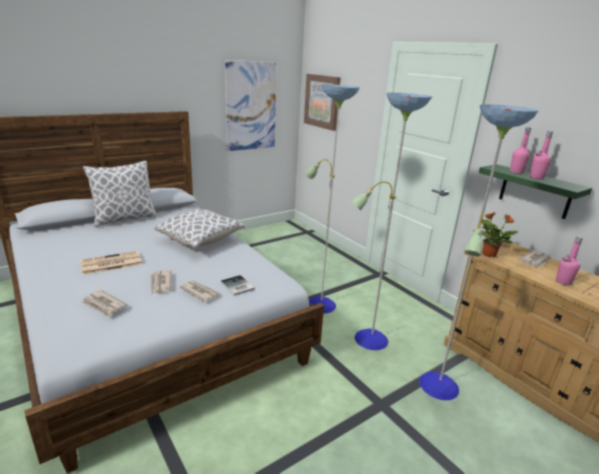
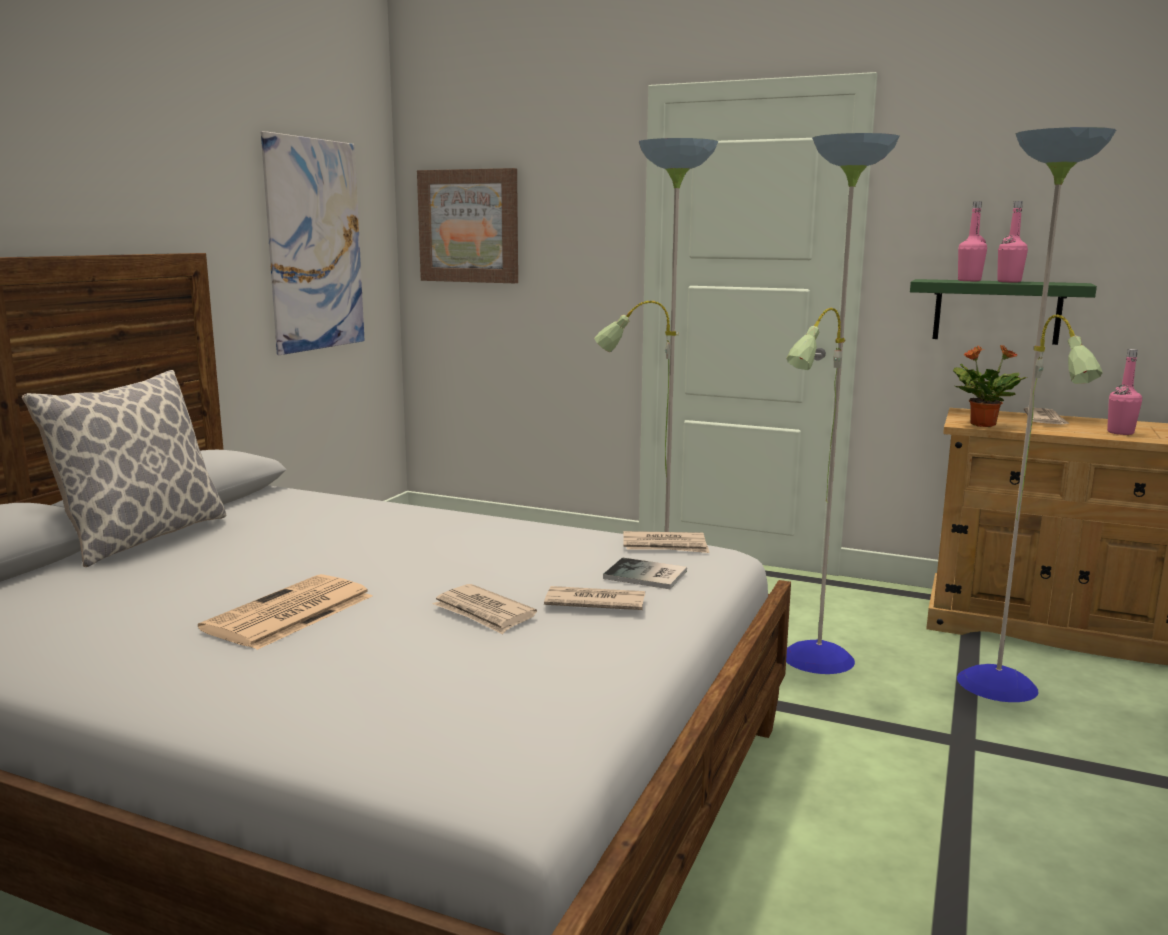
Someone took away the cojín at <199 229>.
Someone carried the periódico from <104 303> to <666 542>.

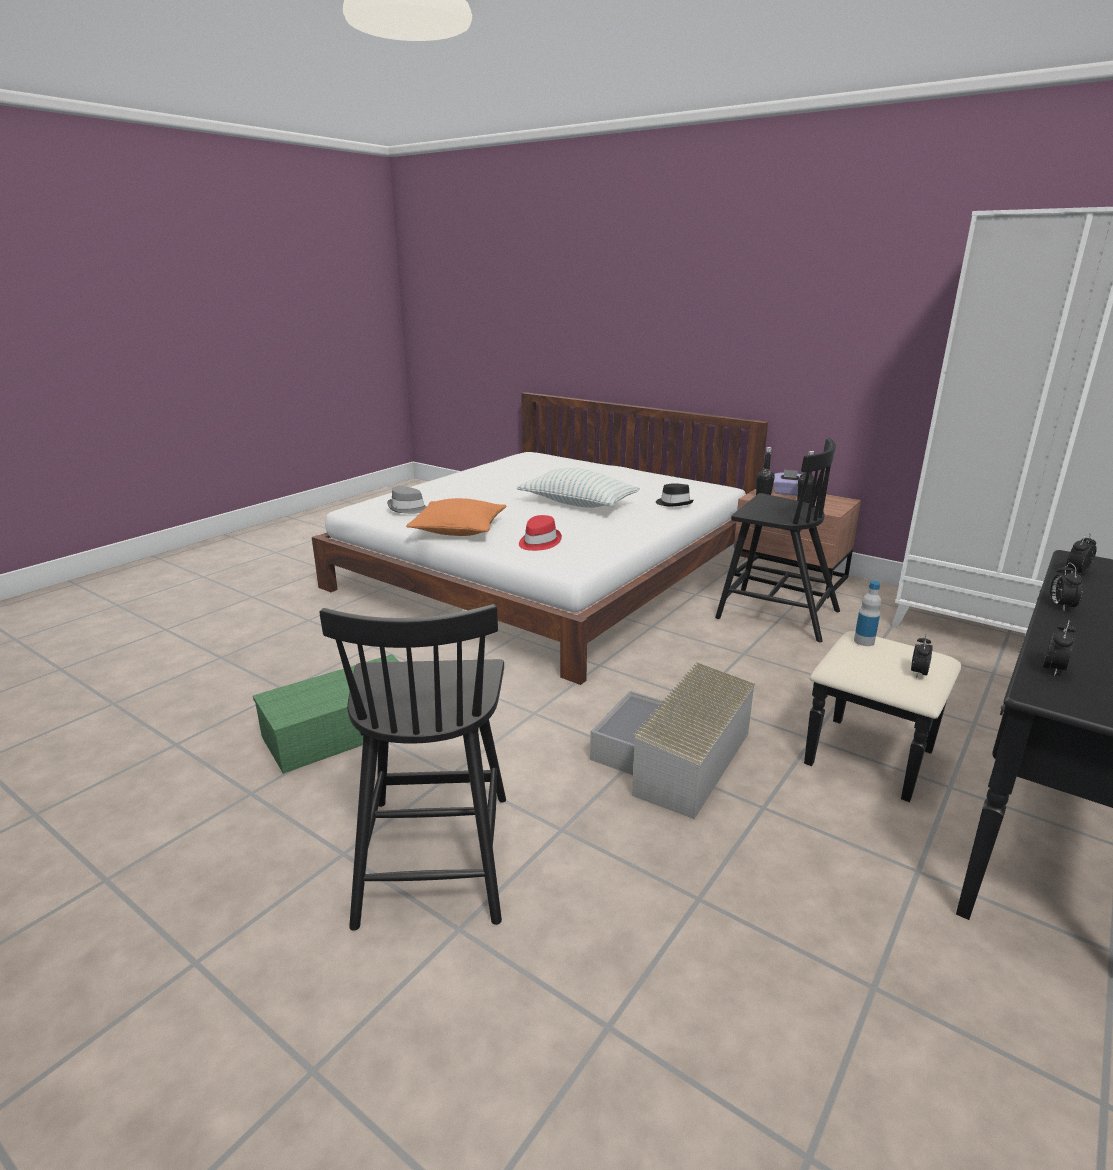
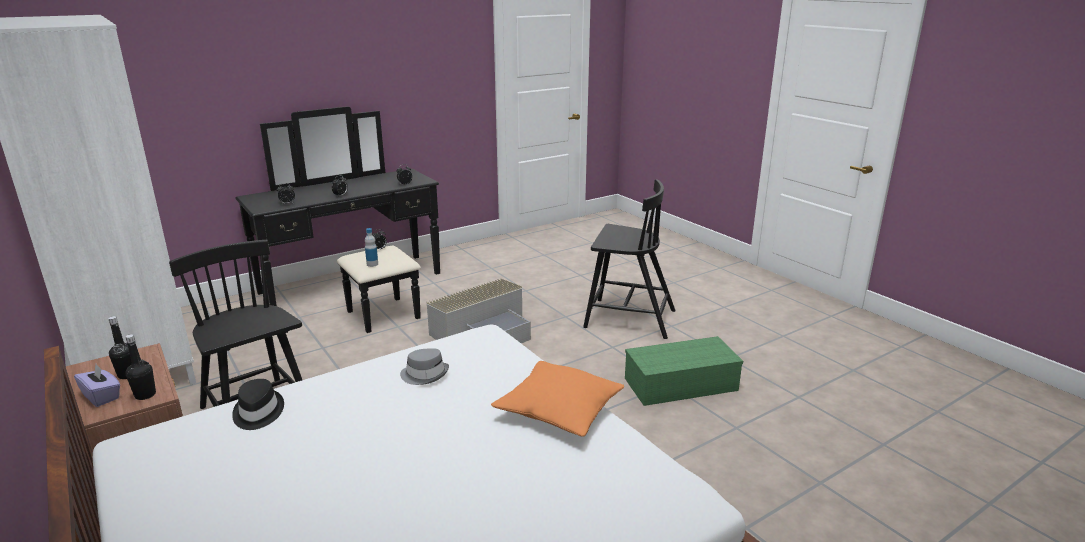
Someone took away the cojín at <578 488>.
Someone carried the sombrero (gris) from <407 500> to <424 366>.
Someone took away the sombrero (rojo) at <540 533>.
Someone rotated the silla (negro) at <413 767> by 90 degrees clockwise.

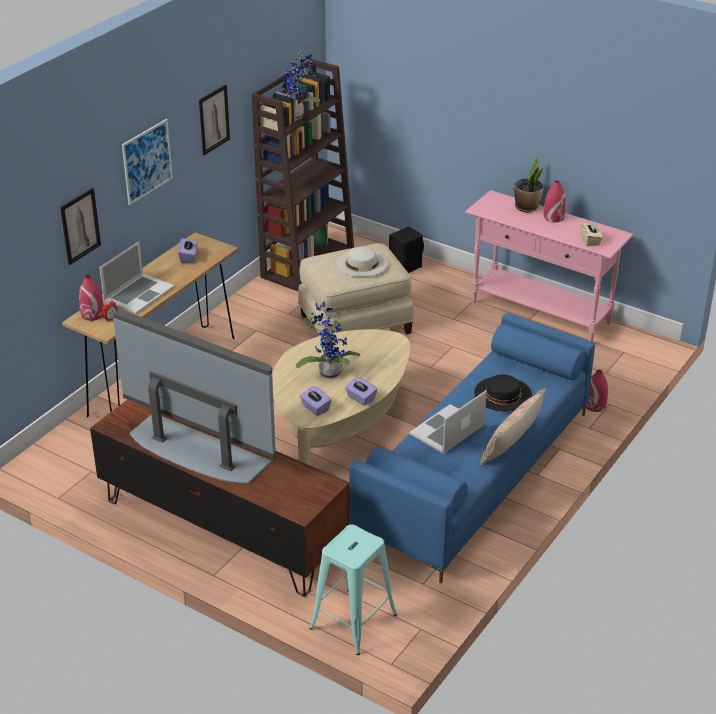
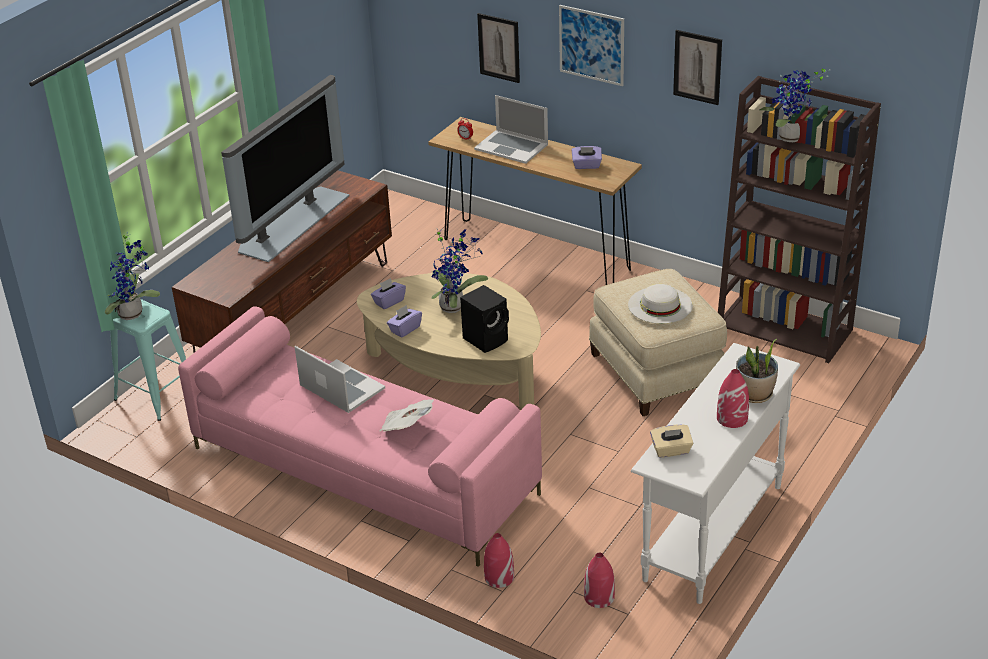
Someone repainted the mesa consola (rosa) at <549 266>, which became the mesa consola (blanco) at <715 473>.
Someone carried the altavoz (negro) from <406 250> to <484 319>.
Someone carried the florero (rojo) from <91 298> to <599 580>.
Someone repainted the sofá (azul) at <472 448>, which became the sofá (rosa) at <360 436>.
Someone swapped the sombrero (negro) at <503 393> for the periódico at <406 415>.
Someone took away the cojín at <513 427>.
Someone put down the planta en maceta at <132 276>.

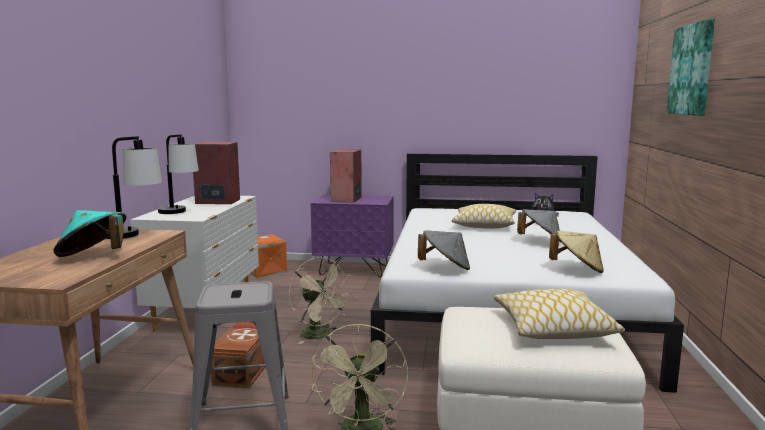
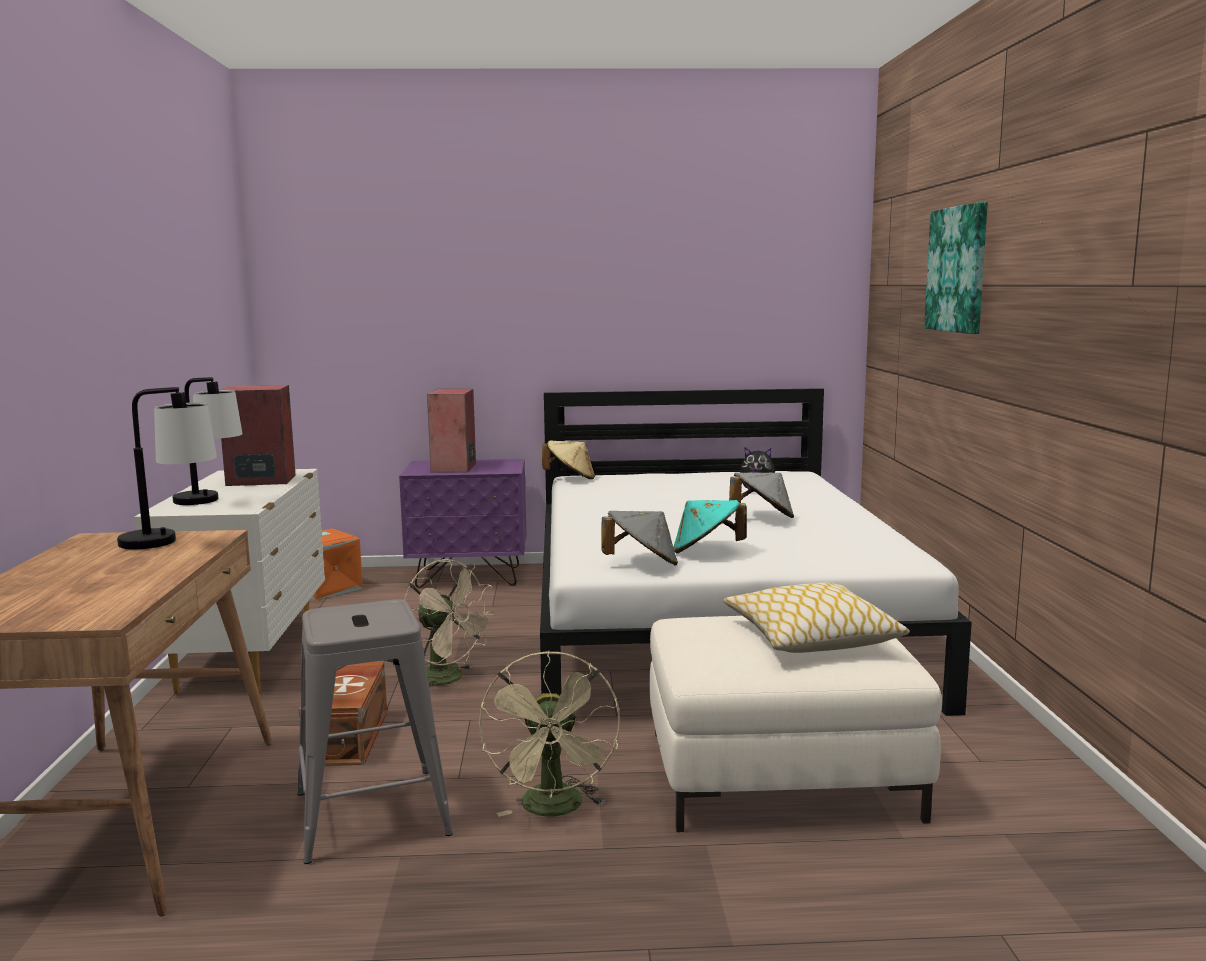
Someone took away the cojín at <484 216>.
Someone carried the sombrero (turquesa) from <90 233> to <710 526>.
Someone carried the sombrero (beis) from <576 252> to <568 460>.

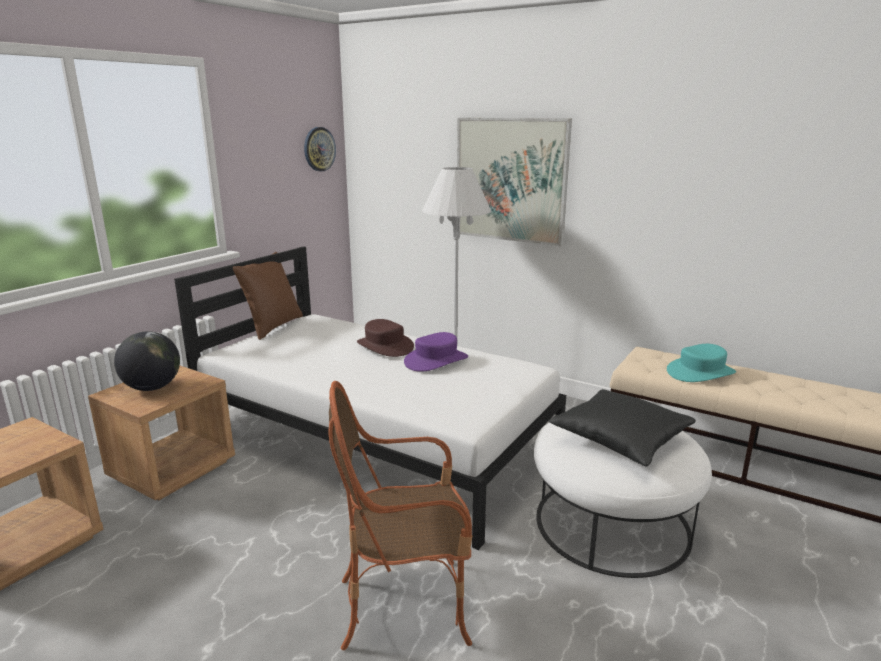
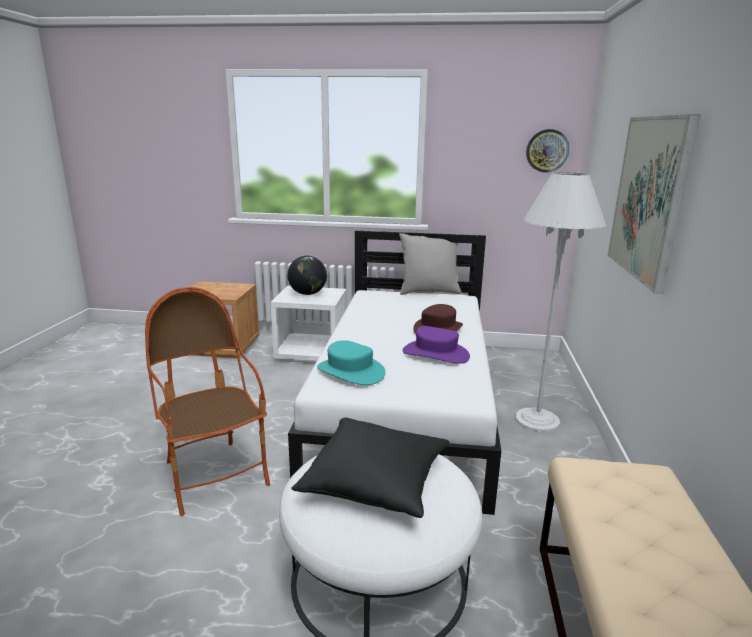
Someone repainted the cojín (marrón) at <267 296>, which became the cojín (gris) at <430 264>.
Someone carried the sombrero (turquesa) from <701 363> to <351 362>.
Someone repainted the mesita de noche (marrón) at <161 433>, which became the mesita de noche (blanco) at <308 324>.

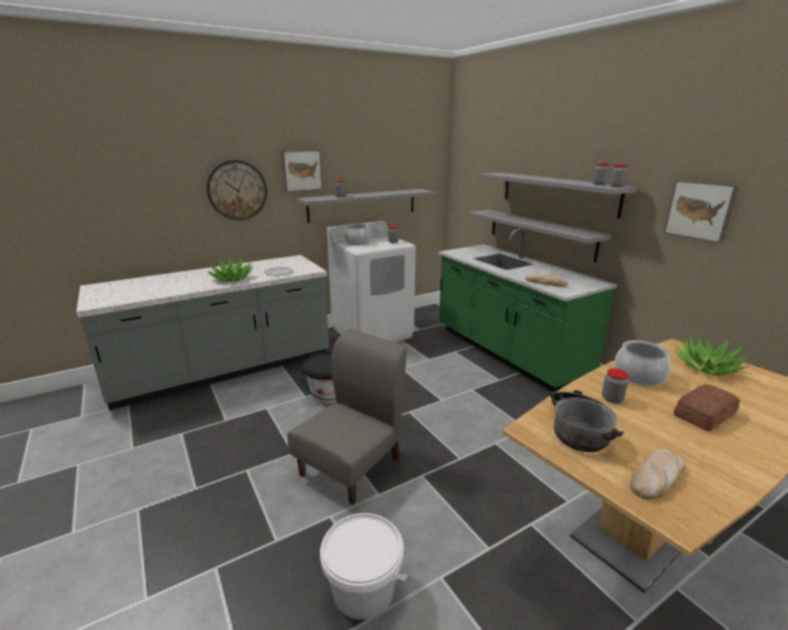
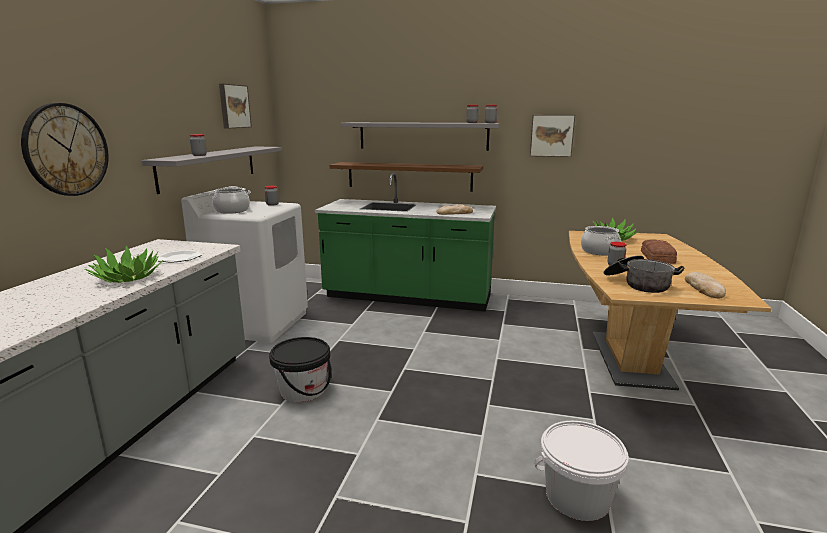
Someone carried the cuadro from <302 171> to <235 106>.
Someone repainted the estante (gris) at <540 236>, which became the estante (marrón) at <406 177>.
Someone took away the silla (gris) at <347 417>.

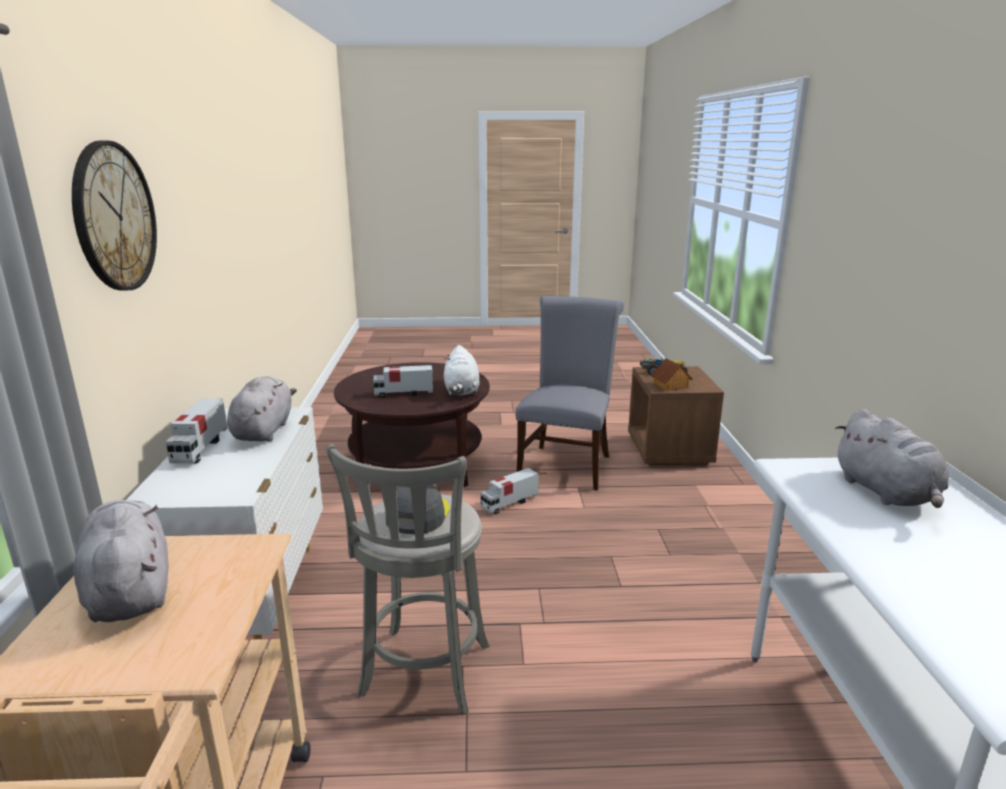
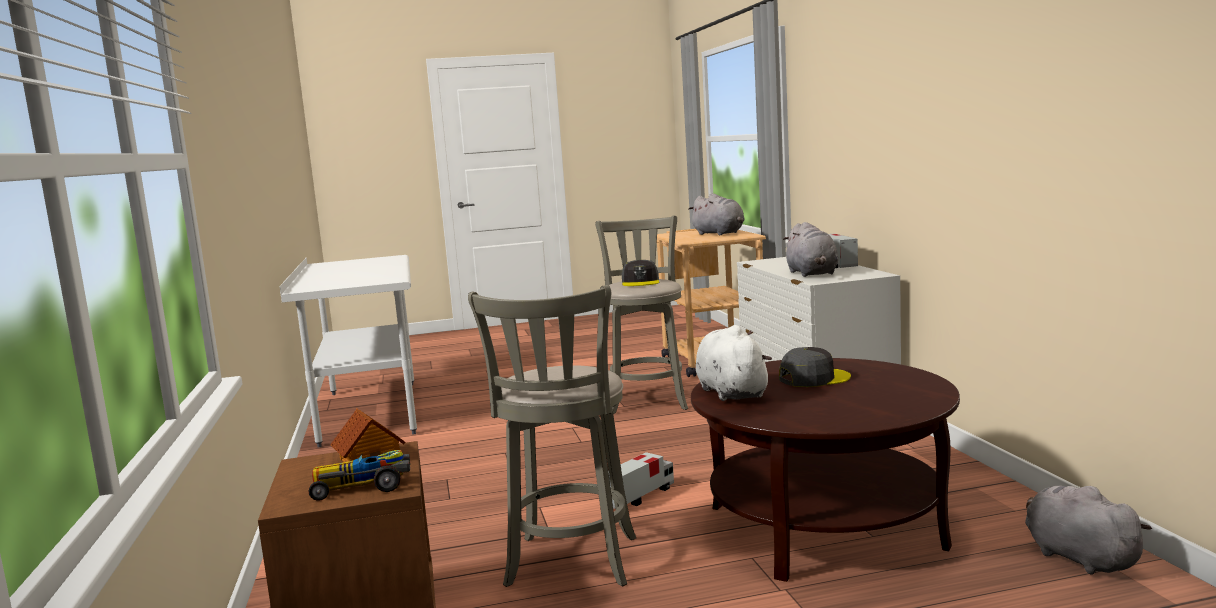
Someone took away the reloj de pared at <114 215>.
Someone swapped the silla (gris) at <569 393> for the taburete (gris) at <552 436>.
Someone swapped the camión de juguete at <402 381> for the gorra (gris) at <815 367>.
Someone carried the peluche (gris) from <892 458> to <1088 530>.

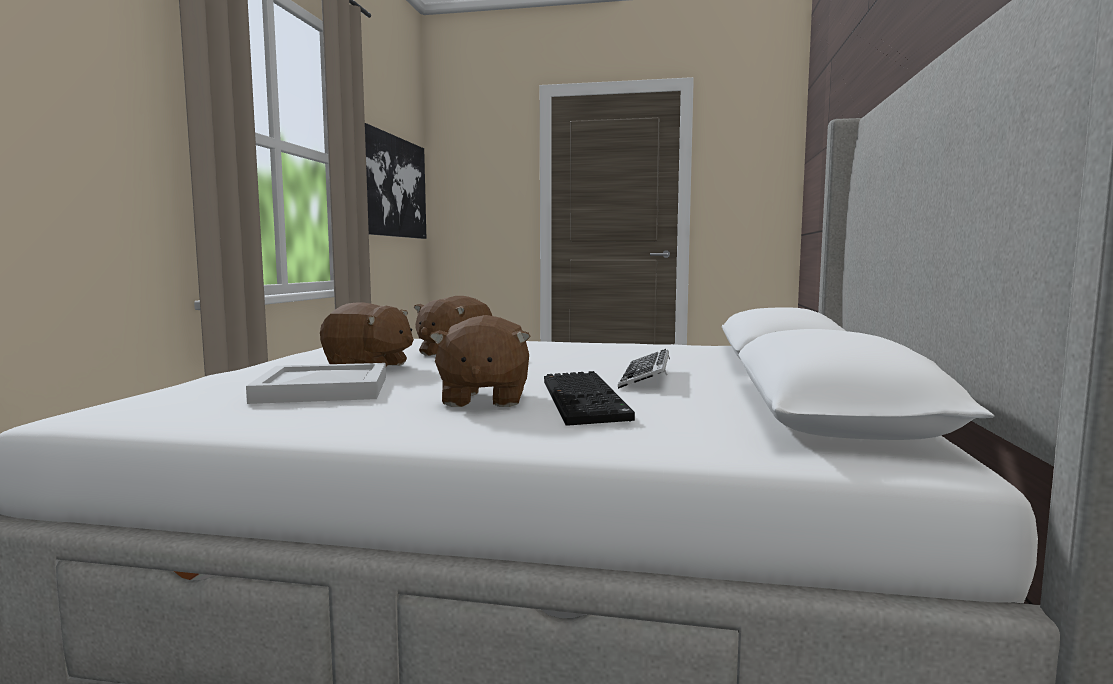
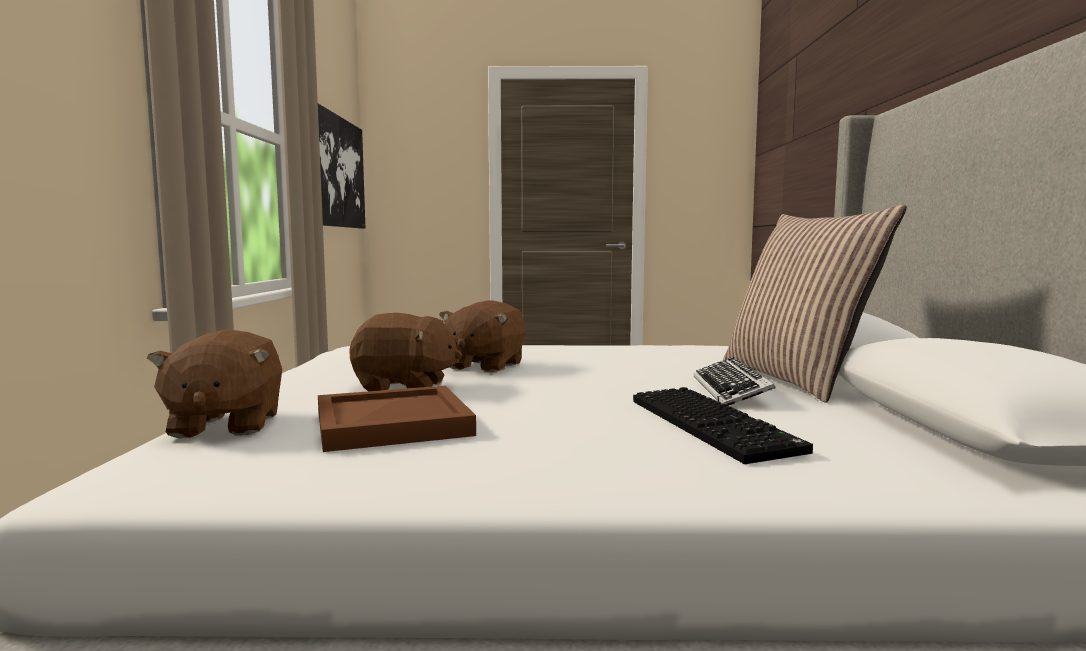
Someone carried the peluche (marrón) from <480 361> to <214 383>.
Someone repainted the bandeja (blanco) at <316 383>, which became the bandeja (marrón) at <397 418>.
Someone put down the cojín at <815 304>.

